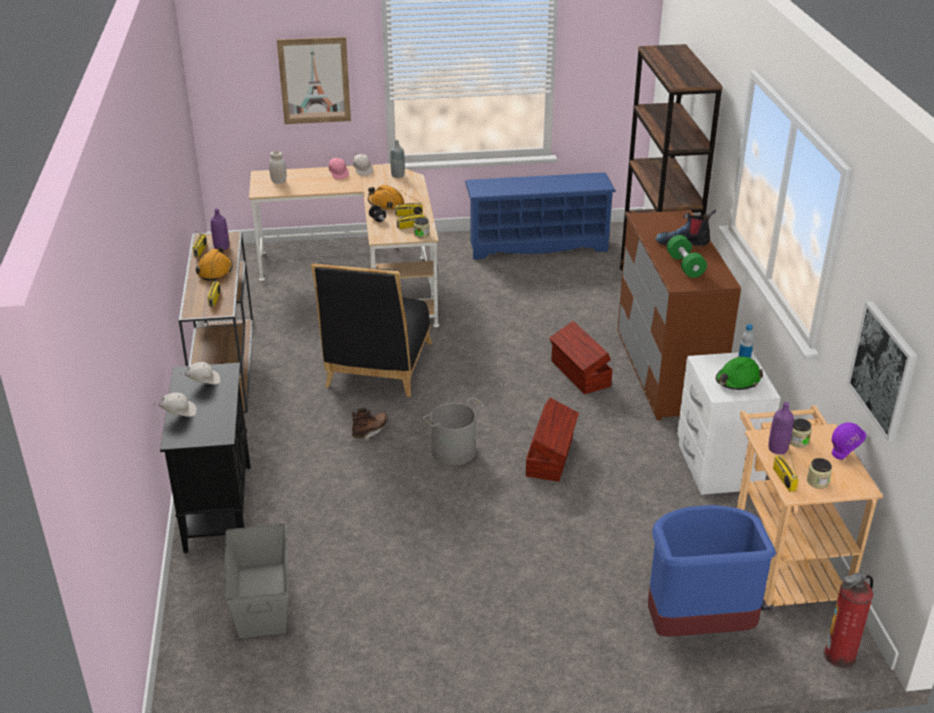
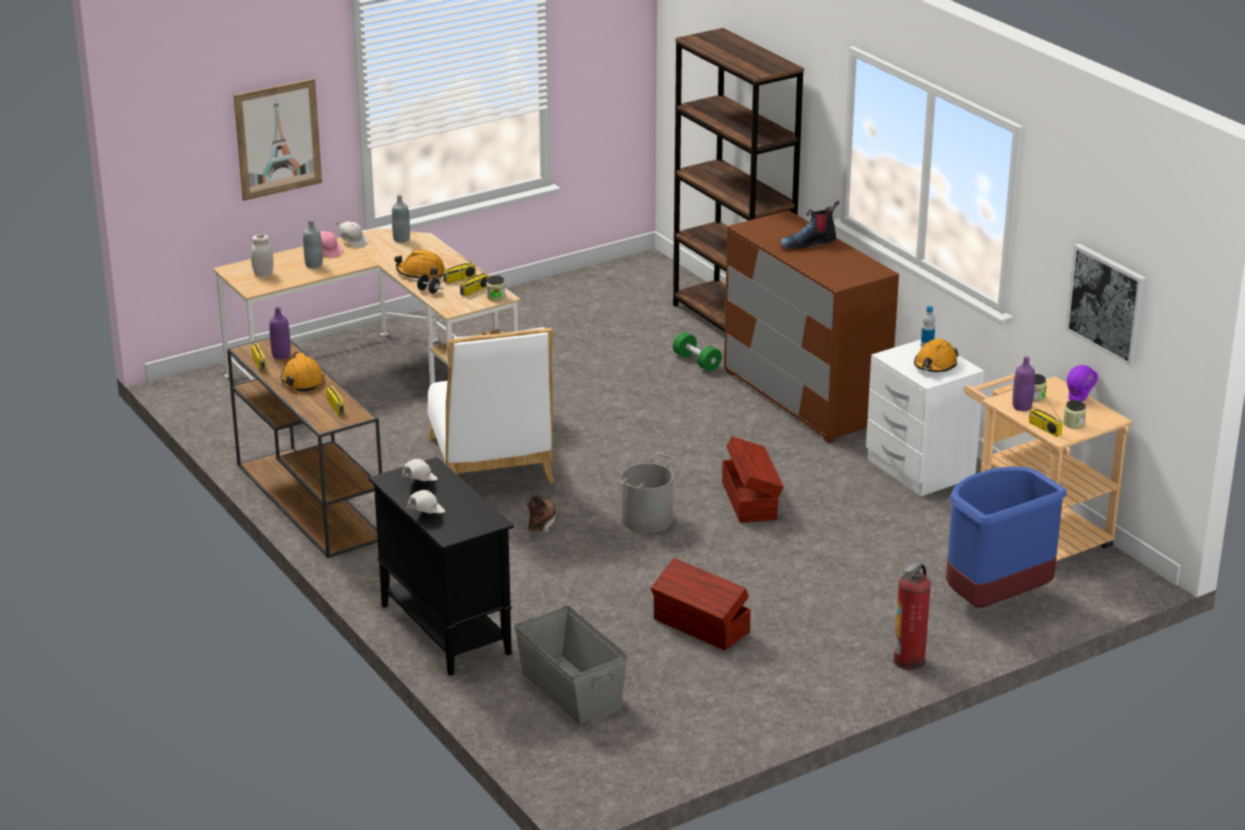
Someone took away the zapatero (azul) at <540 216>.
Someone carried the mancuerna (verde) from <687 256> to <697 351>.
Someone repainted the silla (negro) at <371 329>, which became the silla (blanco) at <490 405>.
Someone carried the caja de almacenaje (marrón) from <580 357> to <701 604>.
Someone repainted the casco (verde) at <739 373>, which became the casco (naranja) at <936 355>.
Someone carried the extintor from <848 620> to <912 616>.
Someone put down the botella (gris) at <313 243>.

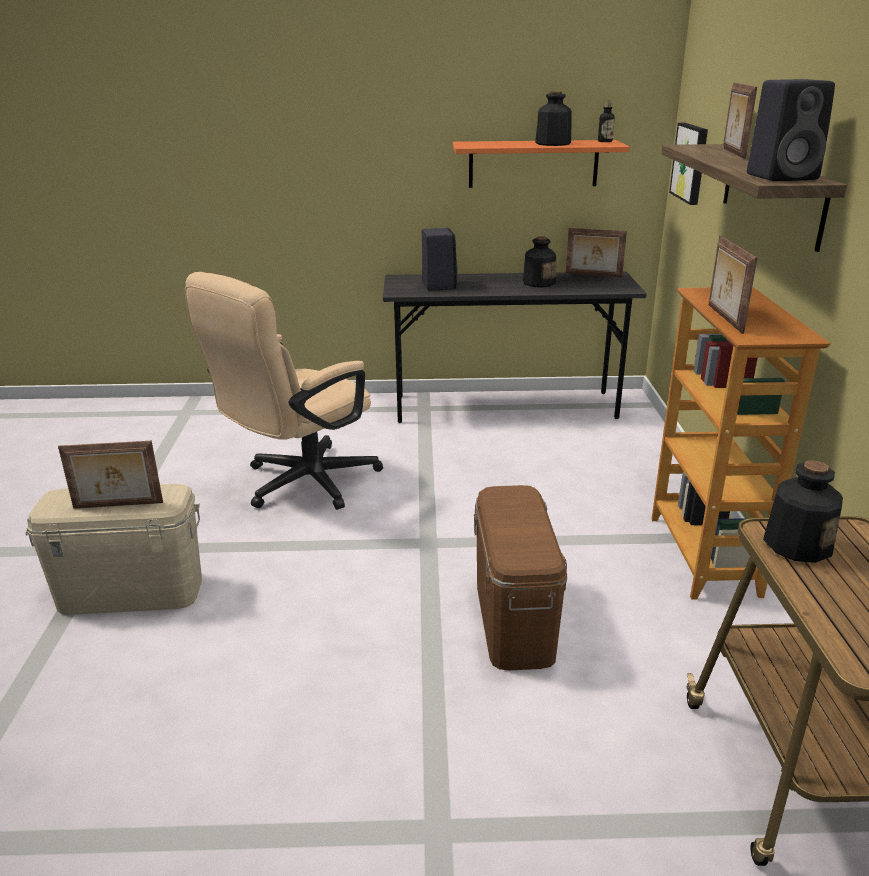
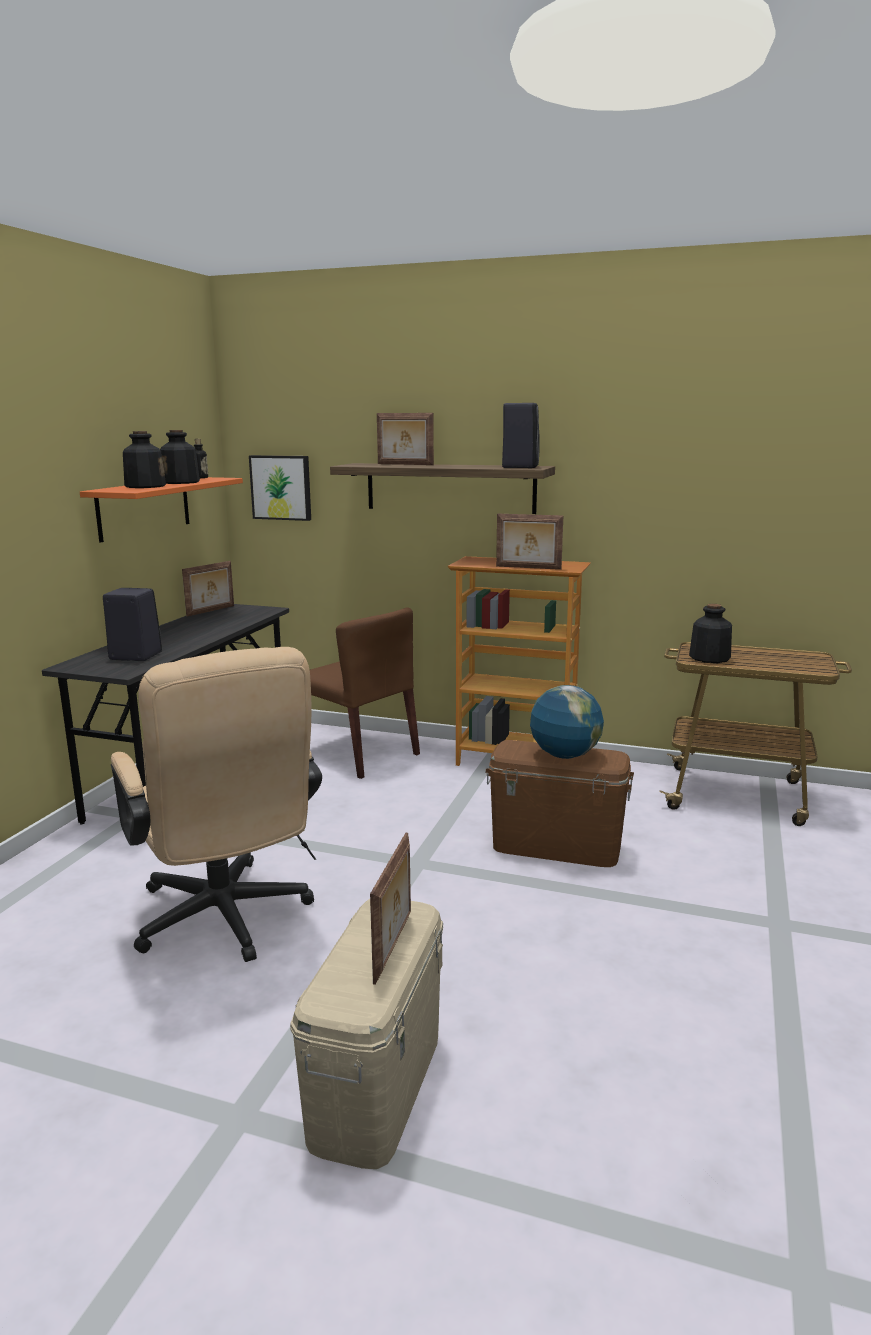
Someone carried the botella from <539 261> to <144 459>.
Someone put down the silla (marrón) at <364 693>.
Someone put down the globo terráqueo at <567 722>.

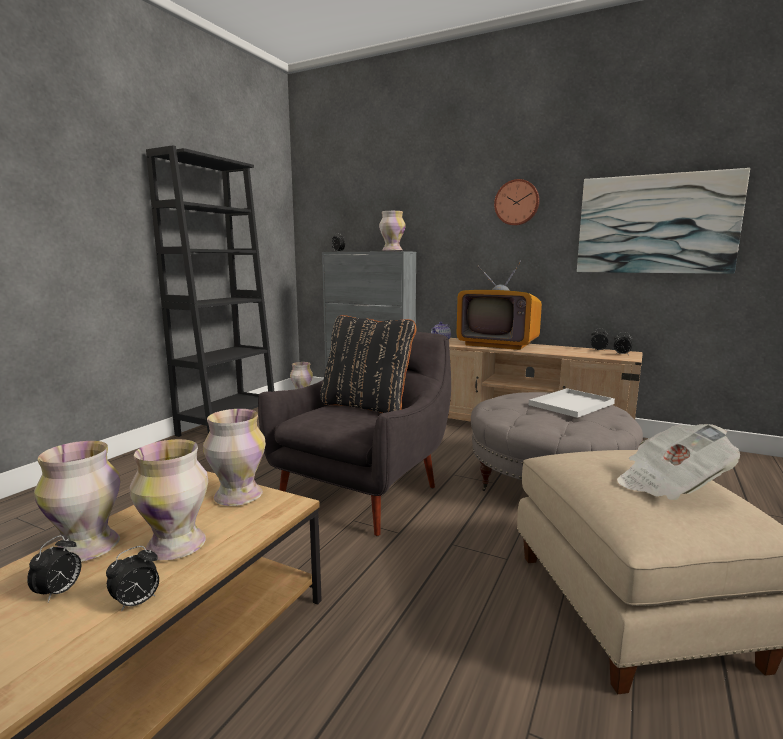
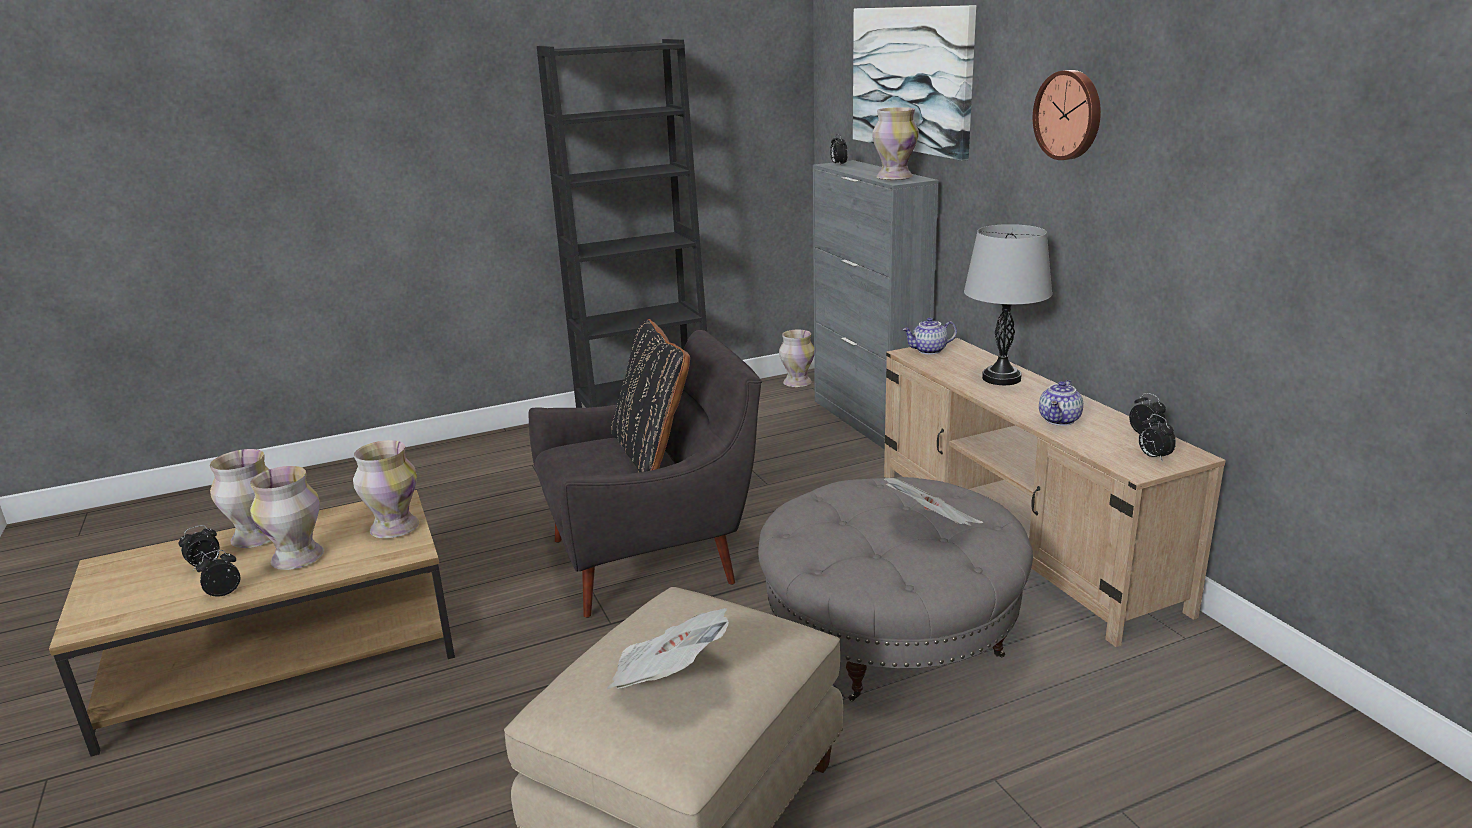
Someone carried the cuadro from <663 221> to <914 83>.
Someone swapped the televisor at <499 305> for the lámpara de mesa (gris) at <1008 304>.
Someone swapped the bandeja (blanco) at <572 403> for the periódico at <933 502>.
Someone rotated the despertador at <132 579> by 150 degrees clockwise.
Someone put down the tetera at <1061 403>.

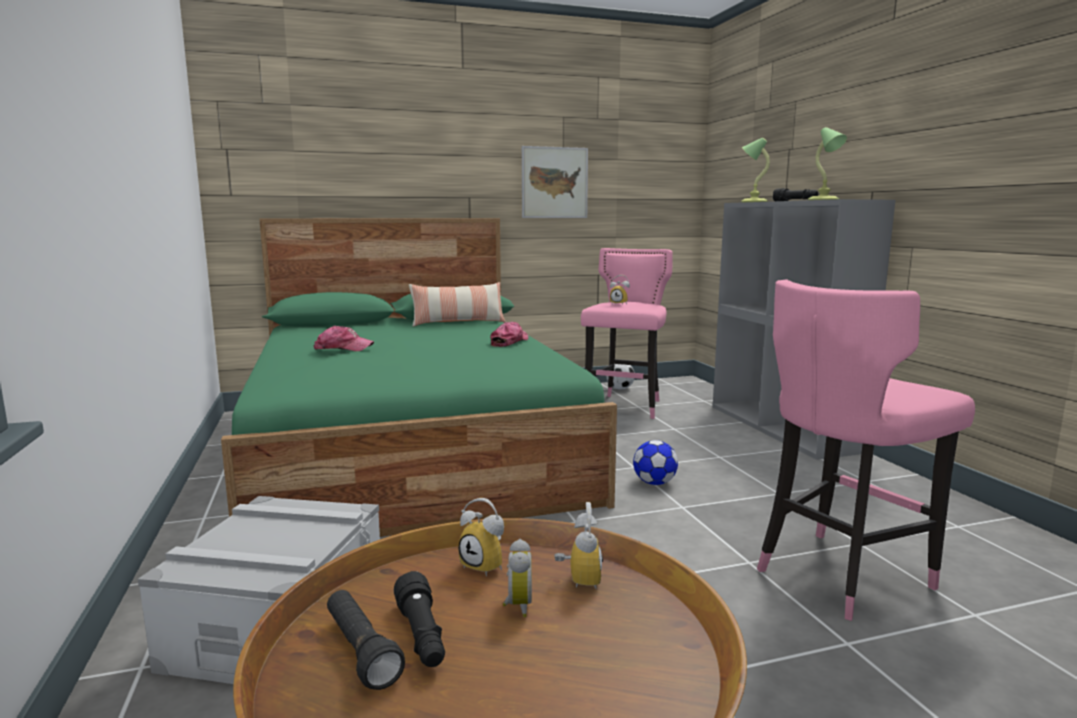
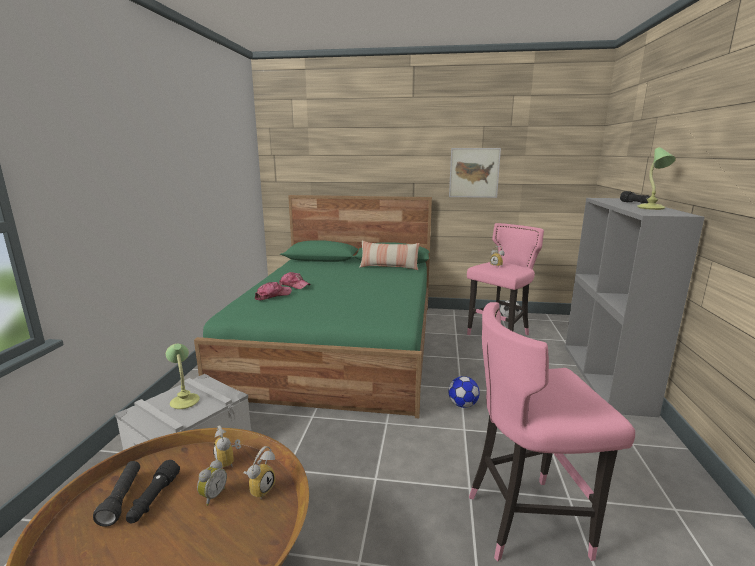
Someone carried the lámpara de mesa from <755 170> to <183 376>.
Someone carried the gorra from <509 334> to <273 291>.

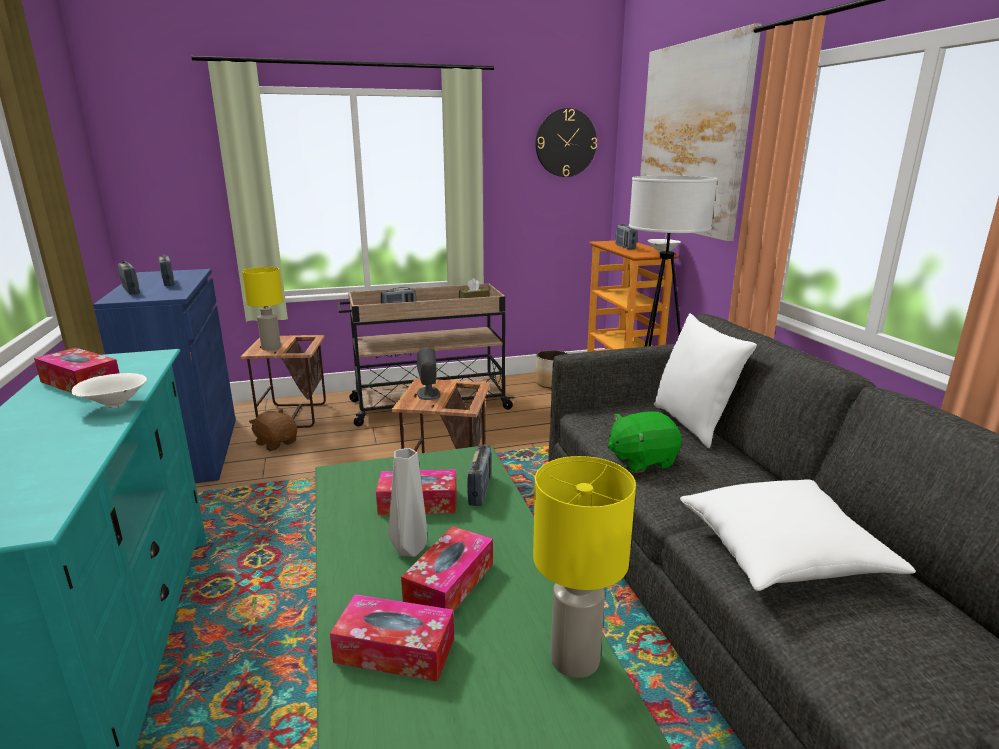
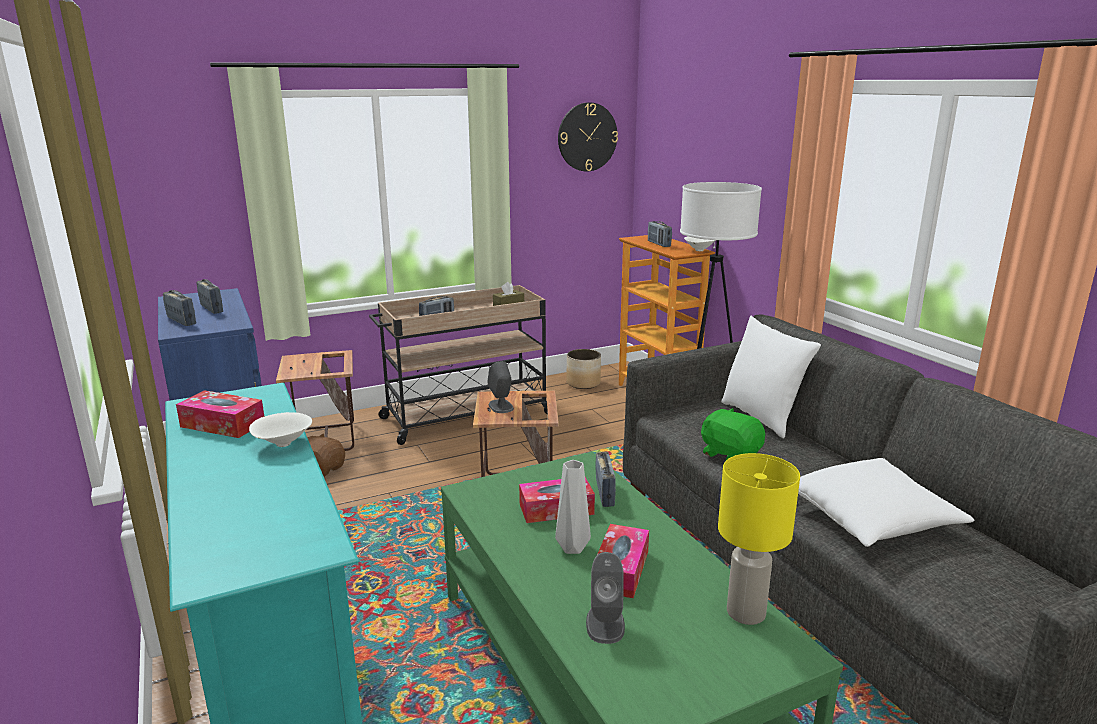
Someone took away the cuadro at <700 132>.
Someone took away the lámpara de mesa (amarillo) at <262 309>.
Someone rotated the peluche (verde) at <644 442> by 75 degrees clockwise.
Someone swapped the caja de pañuelos at <392 638> for the altavoz (gris) at <605 598>.

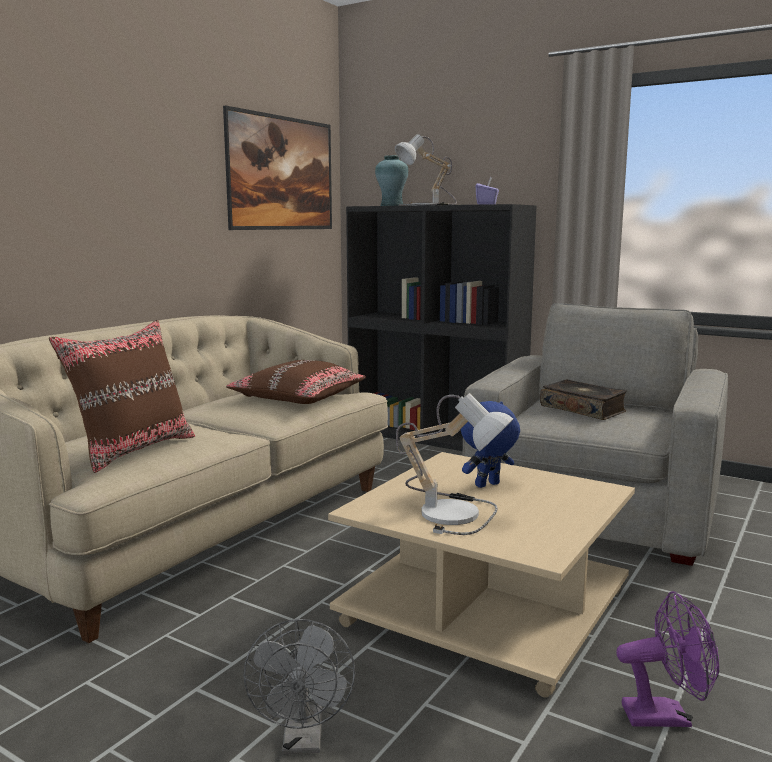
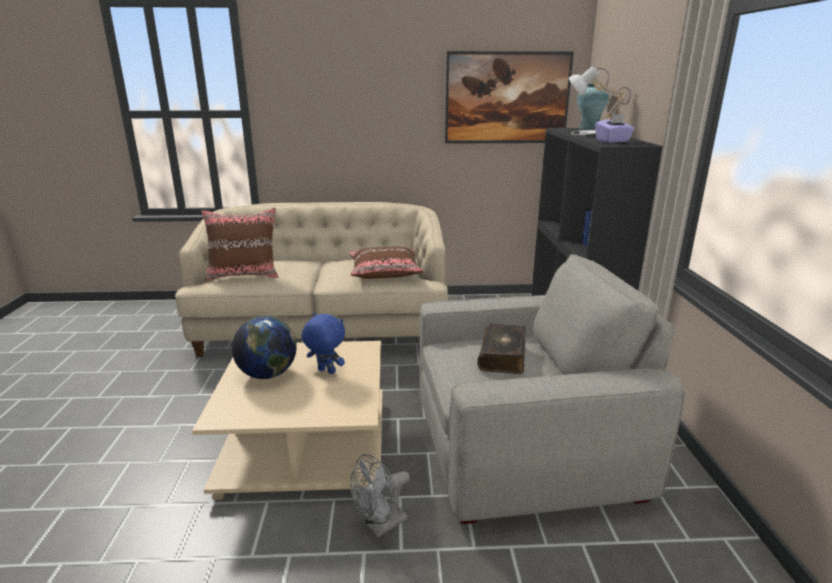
Someone swapped the lámpara de mesa at <454 464> for the globo terráqueo at <264 347>.
Someone took away the ventilador (morado) at <667 659>.
Someone carried the ventilador (gris) from <299 686> to <380 495>.

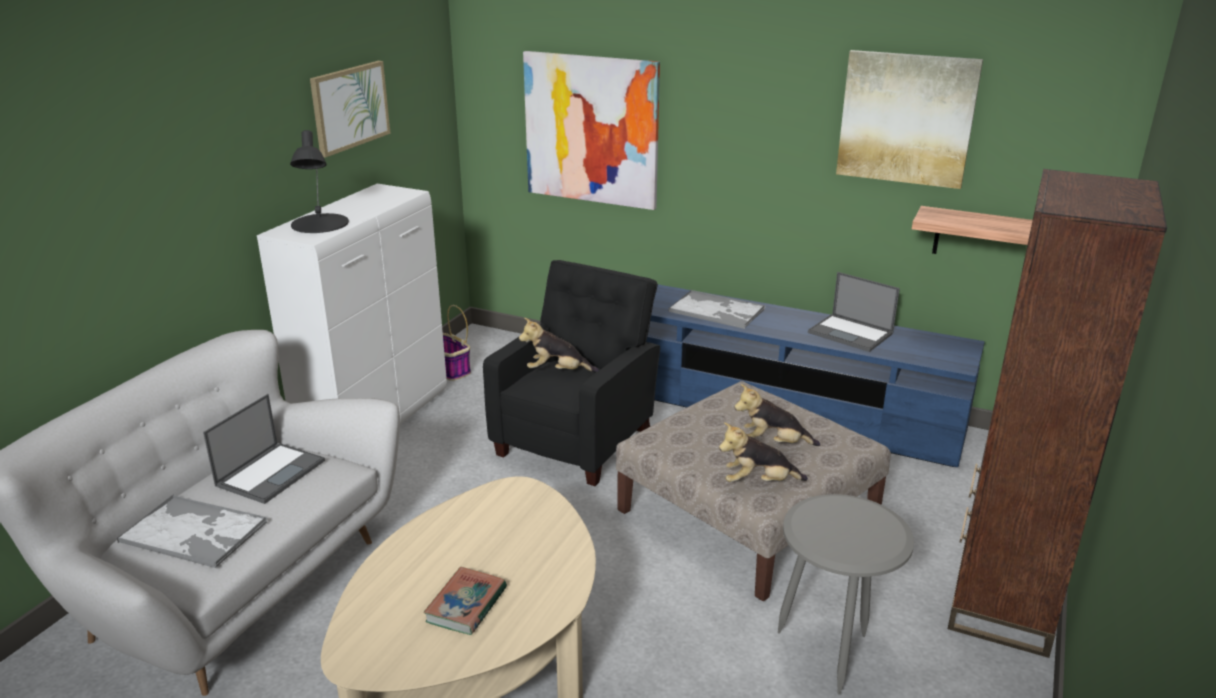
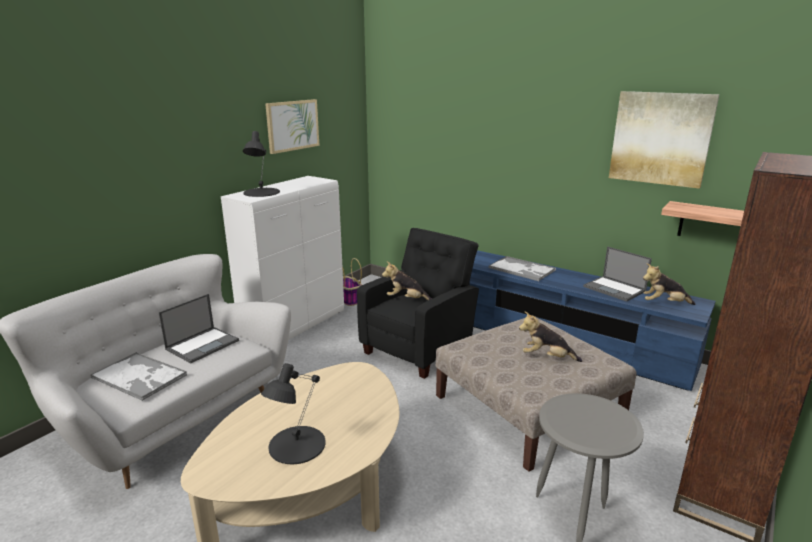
Someone took away the cuadro at <591 130>.
Someone carried the peluche from <763 452> to <669 284>.
Someone swapped the libro at <465 601> for the lámpara de mesa (negro) at <293 413>.

